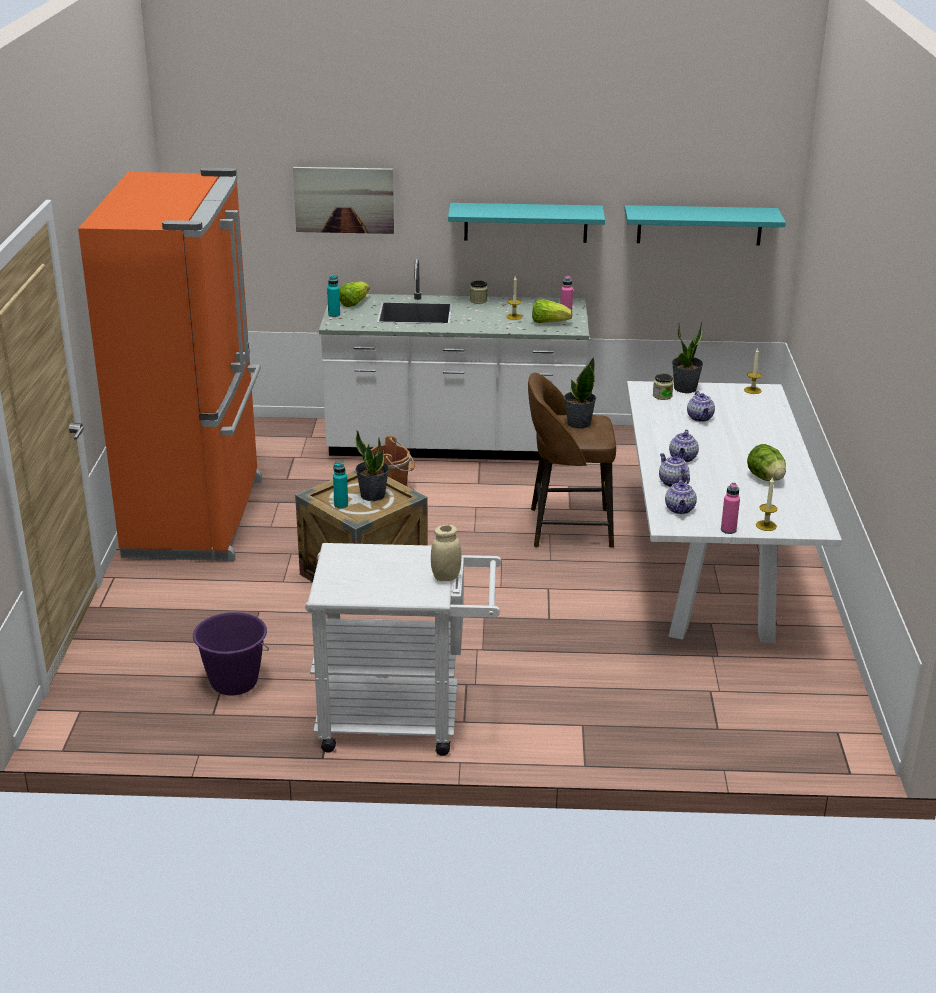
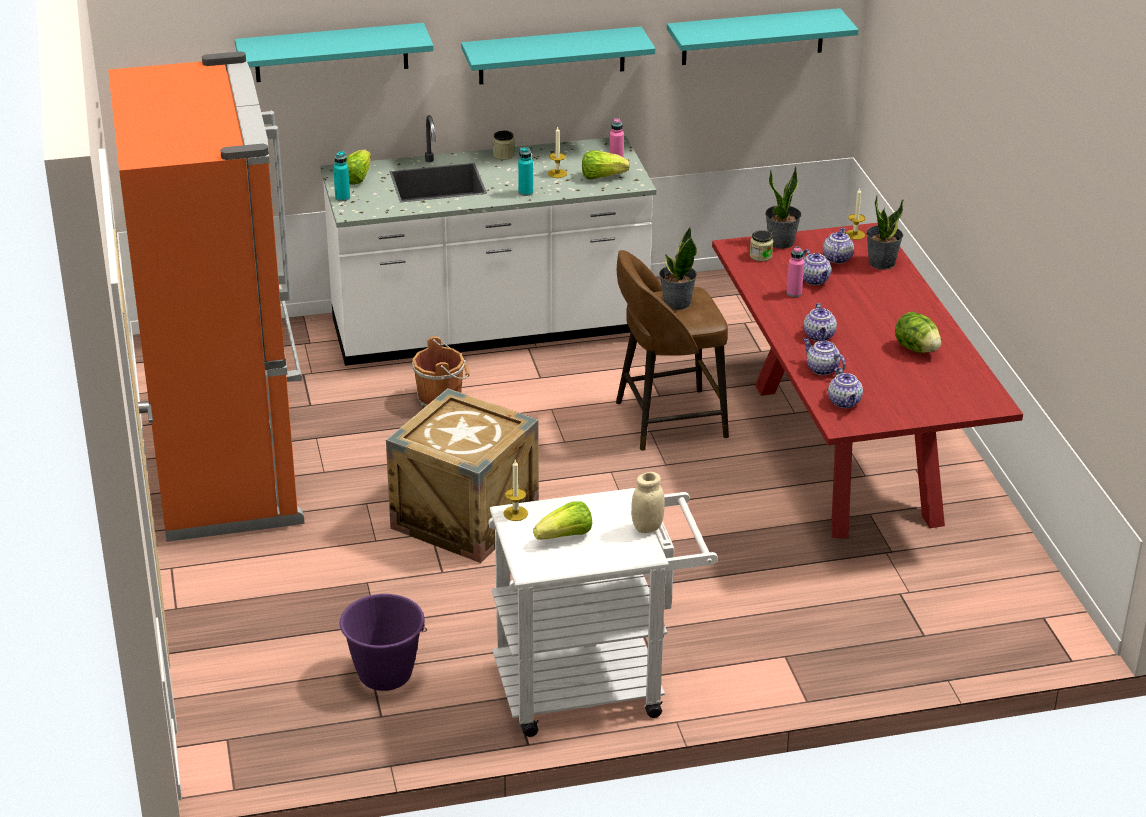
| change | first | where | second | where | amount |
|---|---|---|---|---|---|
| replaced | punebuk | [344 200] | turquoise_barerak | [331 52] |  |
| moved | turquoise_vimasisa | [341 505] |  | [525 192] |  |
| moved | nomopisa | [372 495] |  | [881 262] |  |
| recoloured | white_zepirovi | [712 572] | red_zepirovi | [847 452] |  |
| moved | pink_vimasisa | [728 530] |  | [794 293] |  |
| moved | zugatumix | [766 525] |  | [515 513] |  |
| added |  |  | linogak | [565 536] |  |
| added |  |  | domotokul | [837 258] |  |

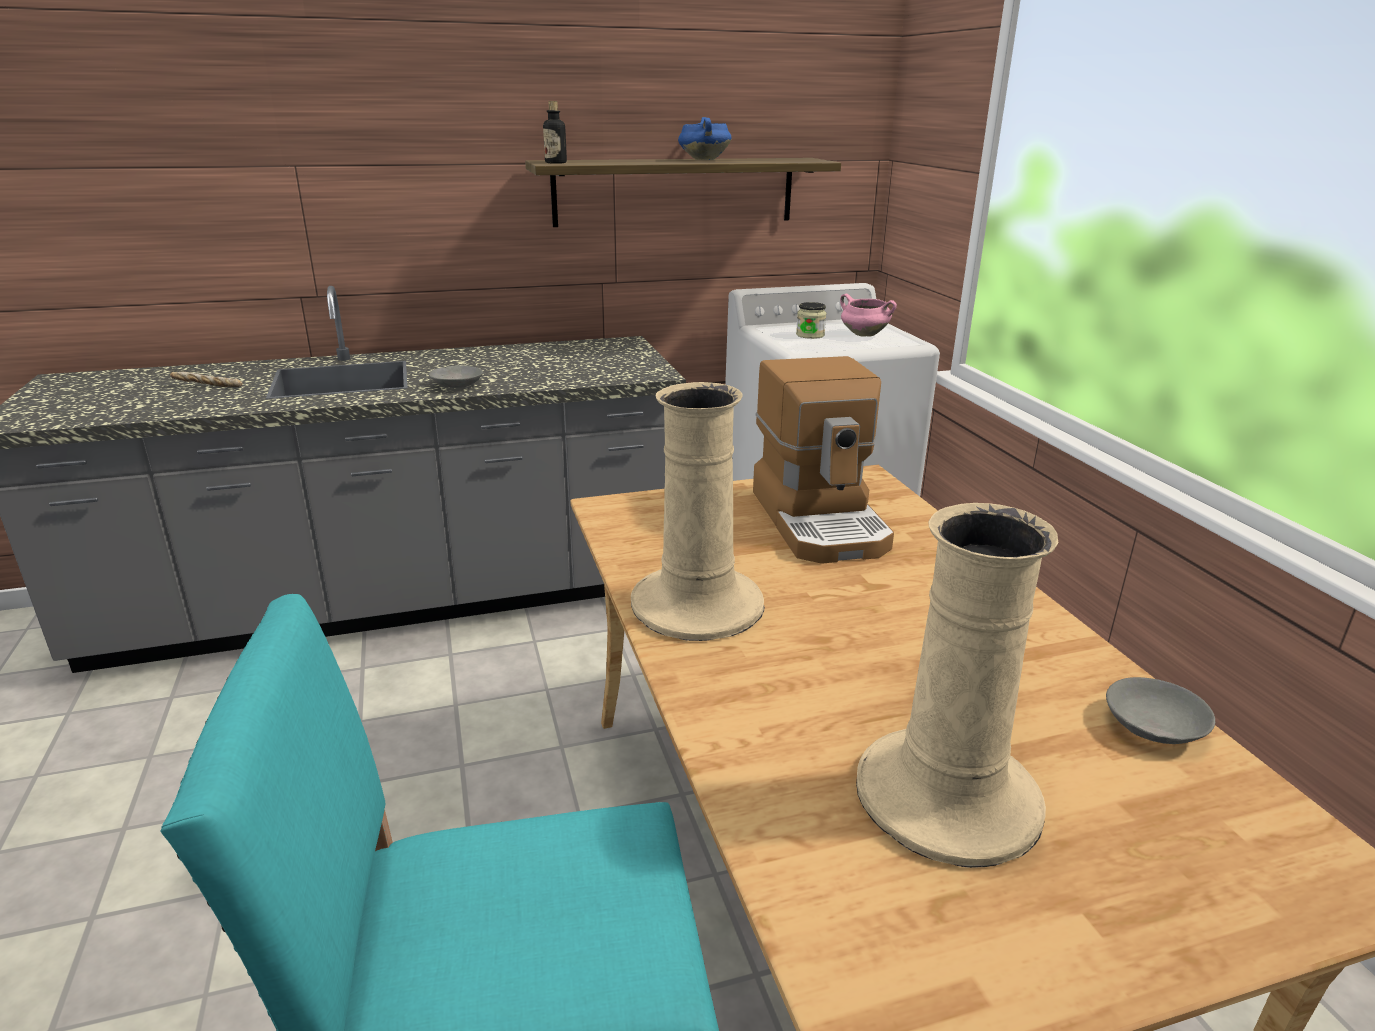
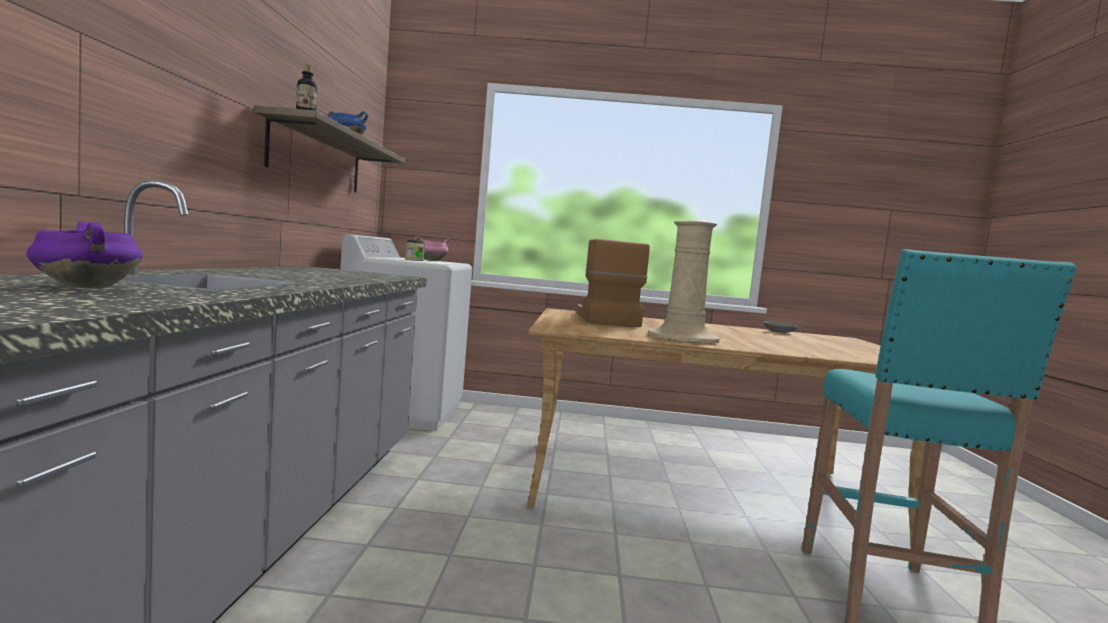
| change | first | where | second | where | amount |
|---|---|---|---|---|---|
| replaced | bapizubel | [208 387] | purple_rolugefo | [85 287] |  |
| removed | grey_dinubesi | [457 385] |  |  |  |
| turned | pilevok | [821 520] |  | [605 319] | 105 degrees counterclockwise |
| removed | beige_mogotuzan | [949 797] |  |  |  |

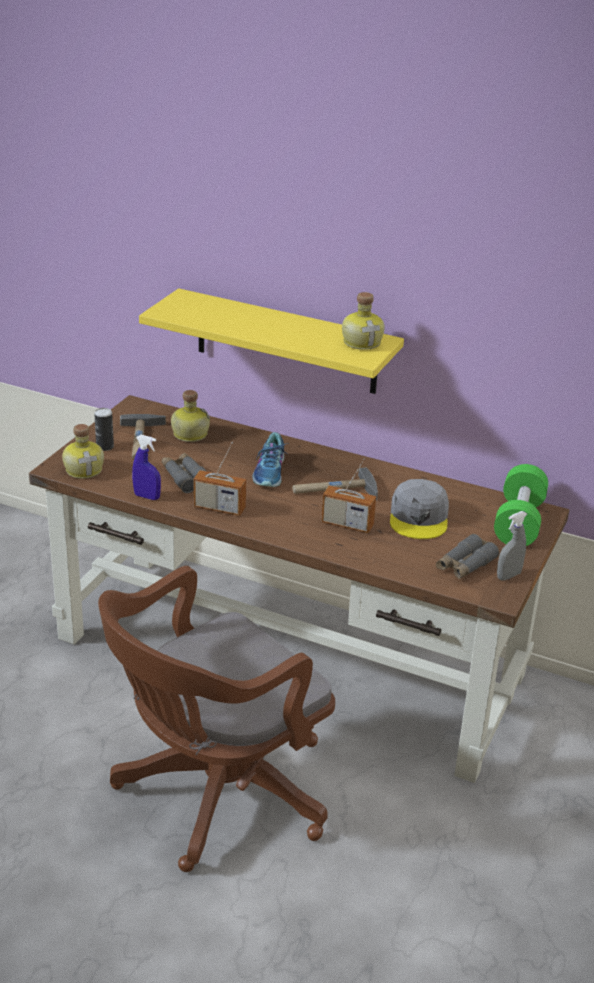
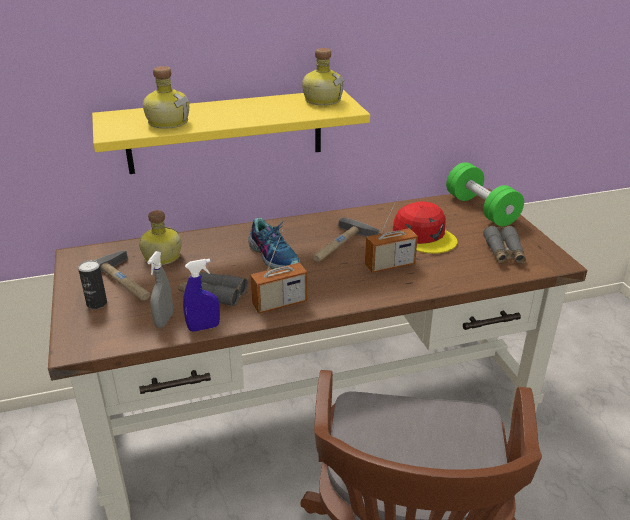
| change | first | where | second | where | amount |
|---|---|---|---|---|---|
| moved | vimasisa | [84 469] |  | [168 122] |  |
| recoloured | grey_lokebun | [419 518] | red_lokebun | [424 236] |  |
| moved | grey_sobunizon | [508 576] |  | [164 320] |  |

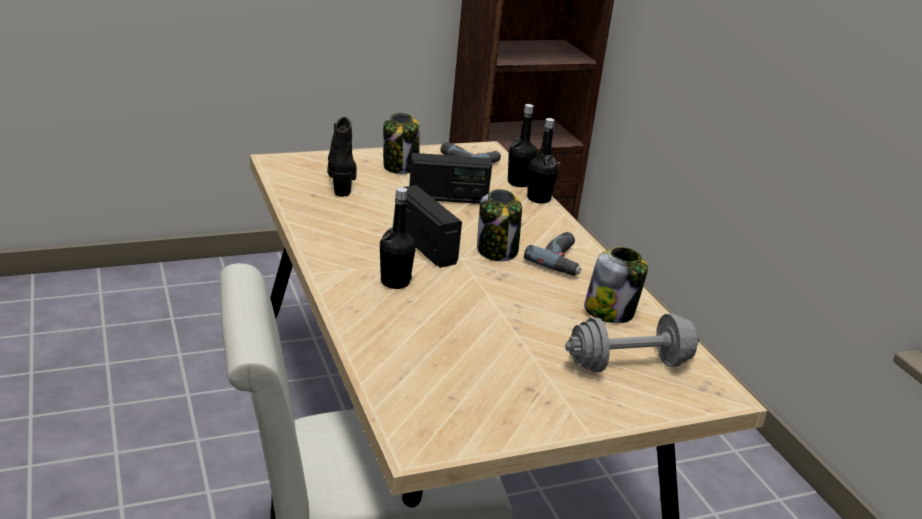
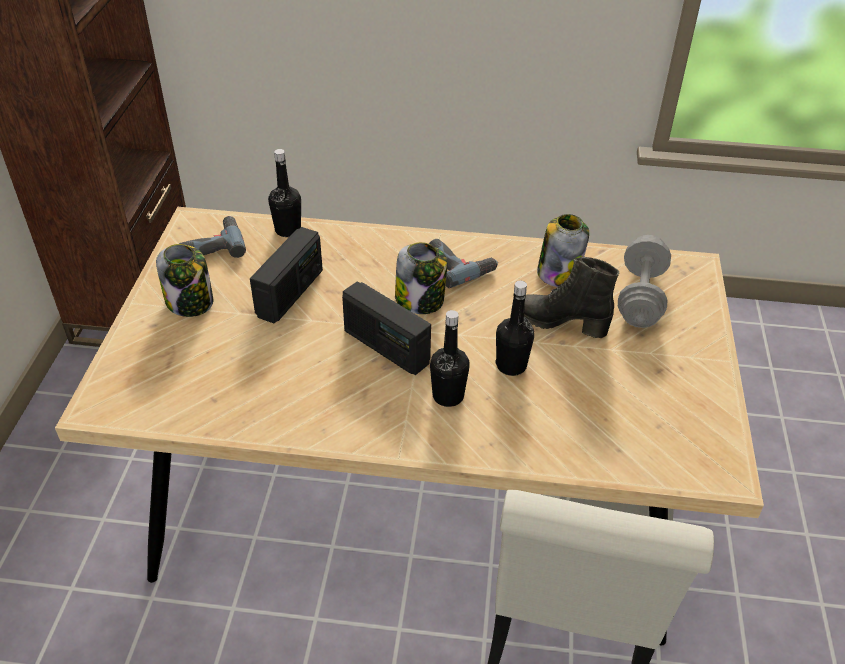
| change | first | where | second | where | amount |
|---|---|---|---|---|---|
| moved | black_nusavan | [341 180] |  | [560 322] |  |
| turned | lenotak | [426 246] |  | [386 347] | 135 degrees counterclockwise |
| moved | black_vimasisa | [538 199] |  | [511 365] |  |

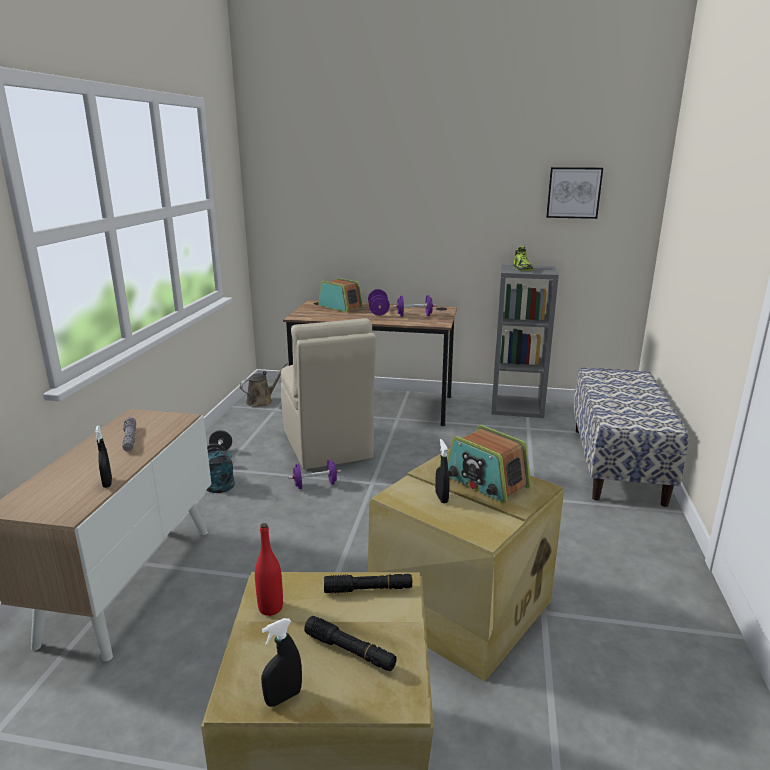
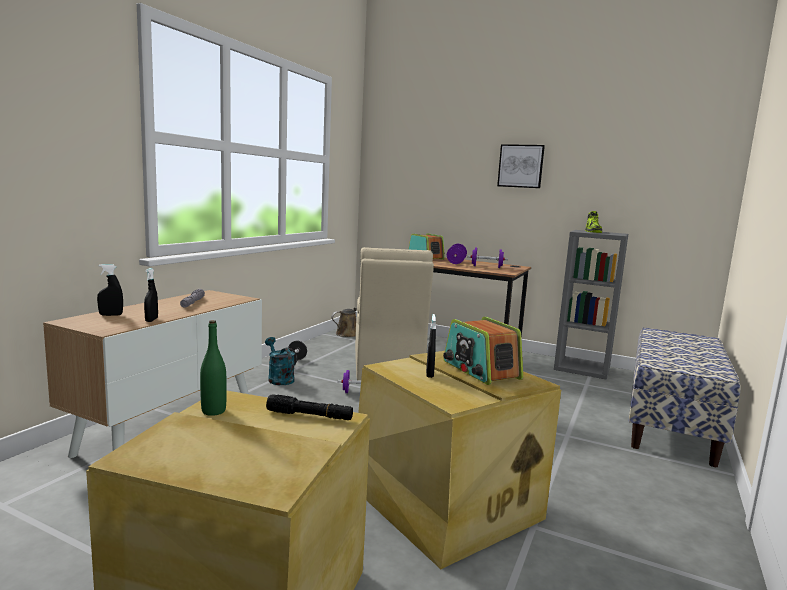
| change | first | where | second | where | amount |
|---|---|---|---|---|---|
| recoloured | red_vimasisa | [270 608] | green_vimasisa | [213 411] |  |
| moved | black_sobunizon | [283 697] |  | [111 315] |  |
| removed | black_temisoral | [350 651] |  |  |  |
| moved | punebuk | [573 192] |  | [520 166] |  |

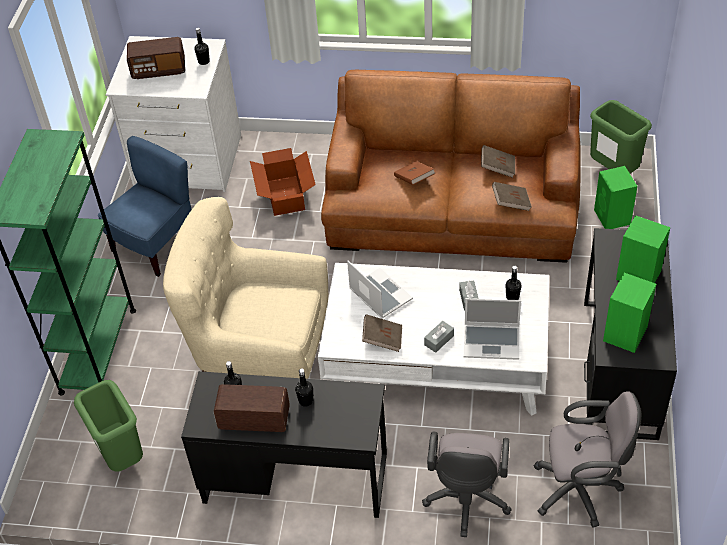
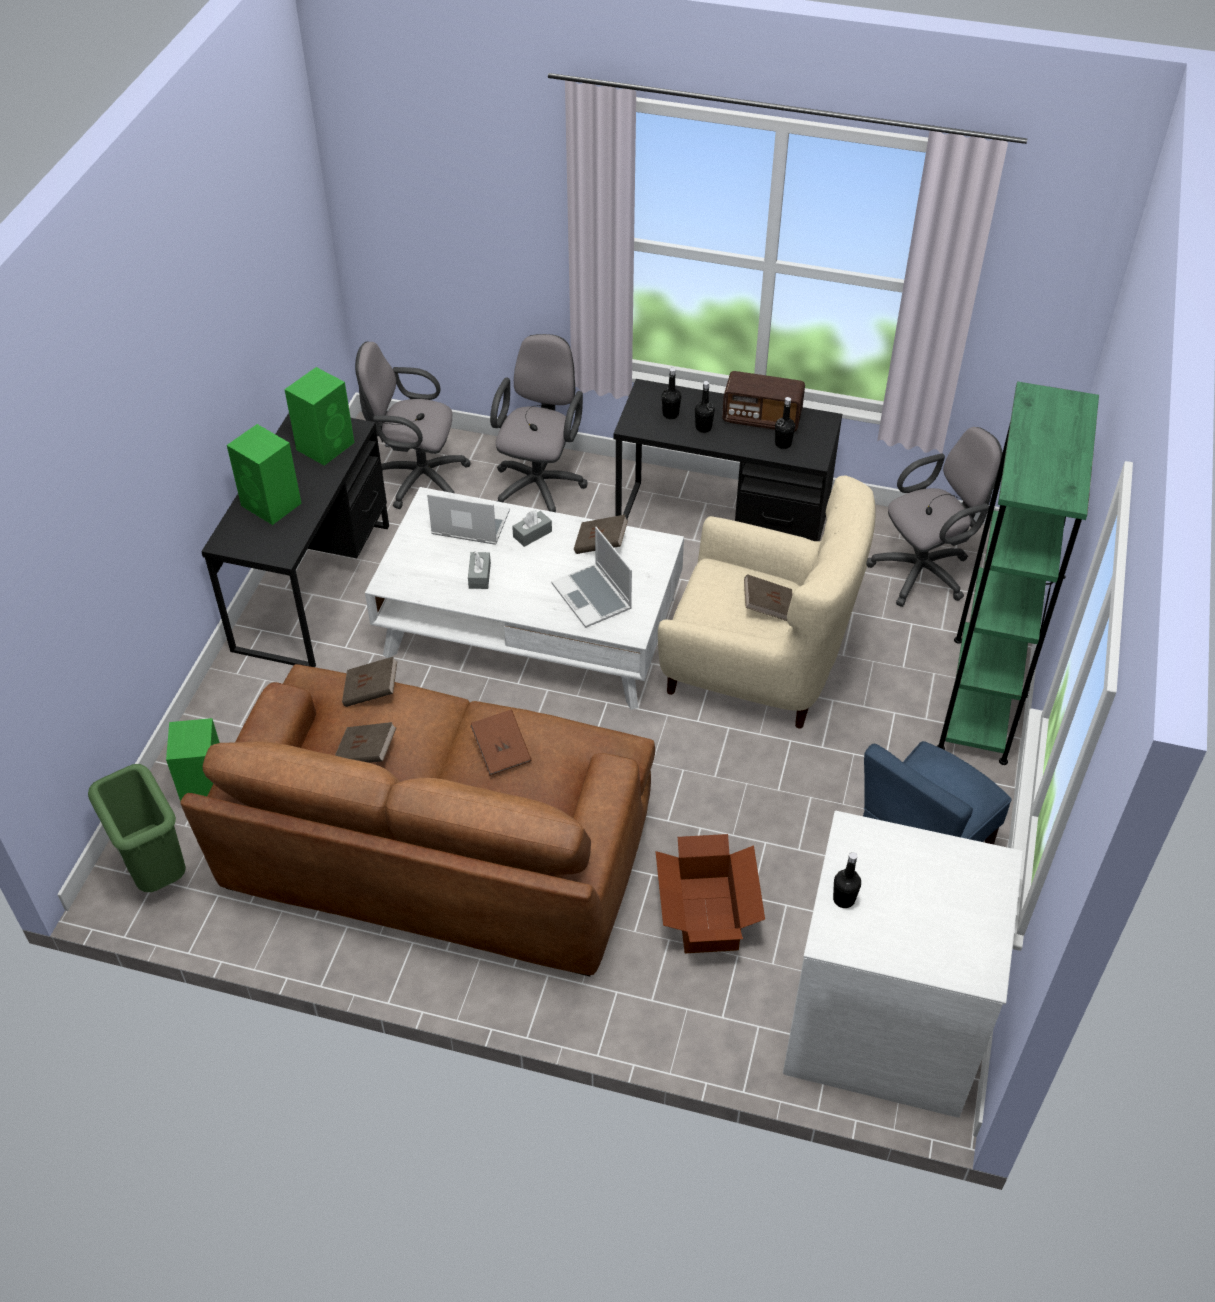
| change | first | where | second | where | amount |
|---|---|---|---|---|---|
| replaced | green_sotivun | [121 456] | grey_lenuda | [925 571] |  |
| removed | lenotak | [159 70] |  |  |  |
| moved | black_vimasisa | [512 297] |  | [670 414] |  |
| added |  |  | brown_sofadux | [768 607] |  |

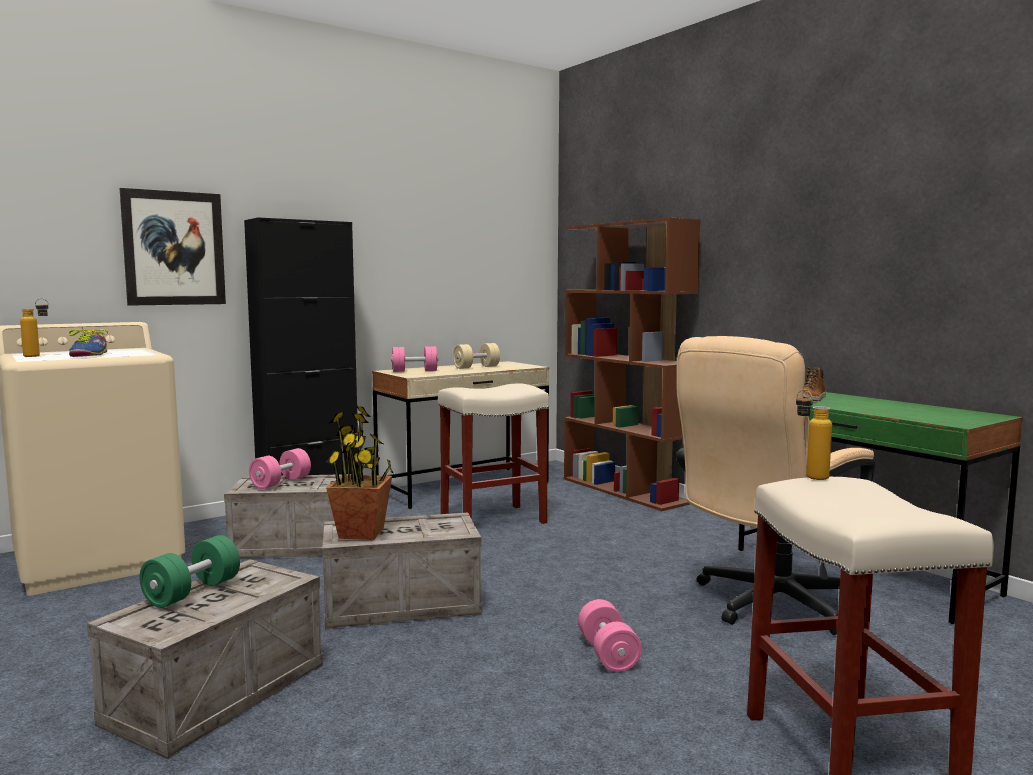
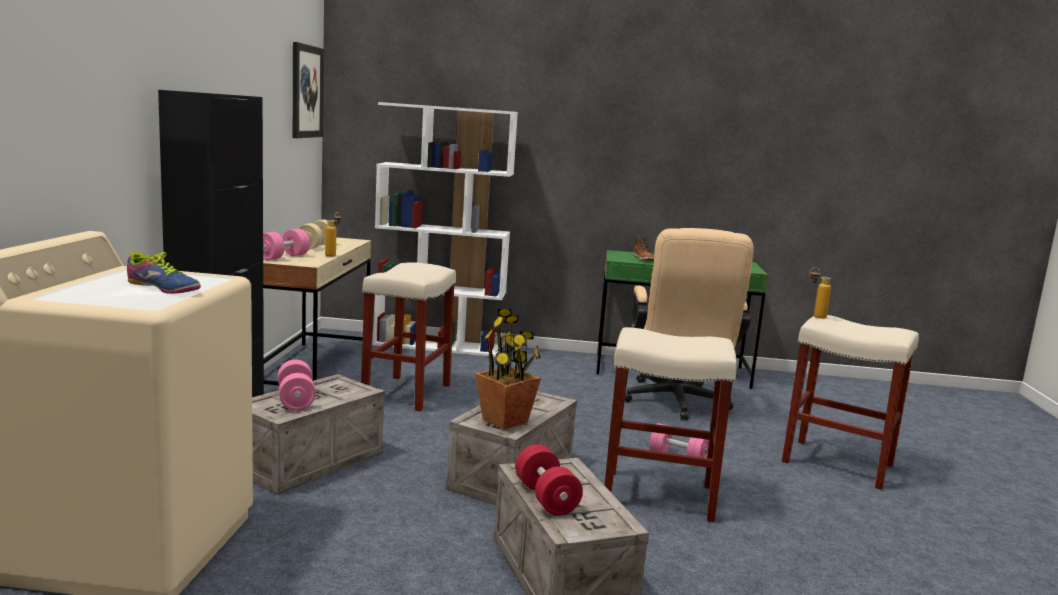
| change | first | where | second | where | amount |
|---|---|---|---|---|---|
| moved | vimasisa | [38 356] |  | [333 255] |  |
| moved | punebuk | [174 248] |  | [306 91] |  |
| recoloured | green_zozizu | [192 592] | red_zozizu | [546 498] |  |
| recoloured | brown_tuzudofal | [625 491] | white_tuzudofal | [439 346] |  |
| added |  |  | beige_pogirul | [657 495] |  |

